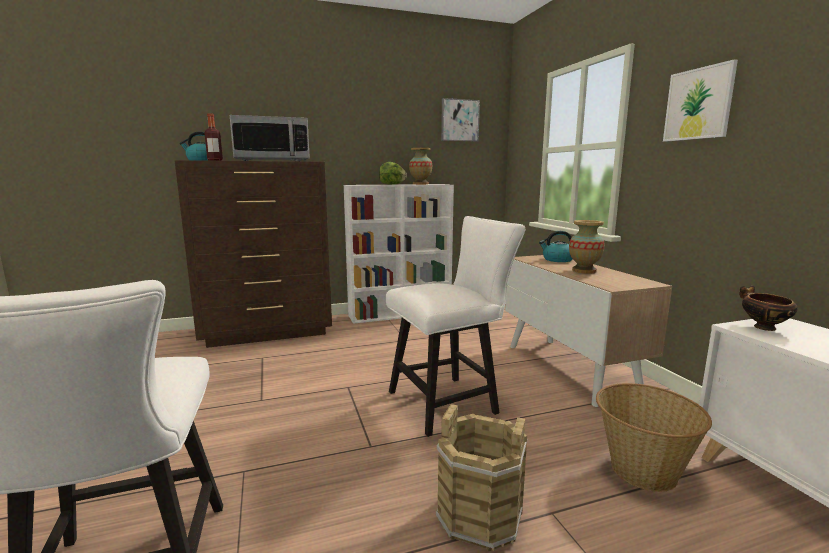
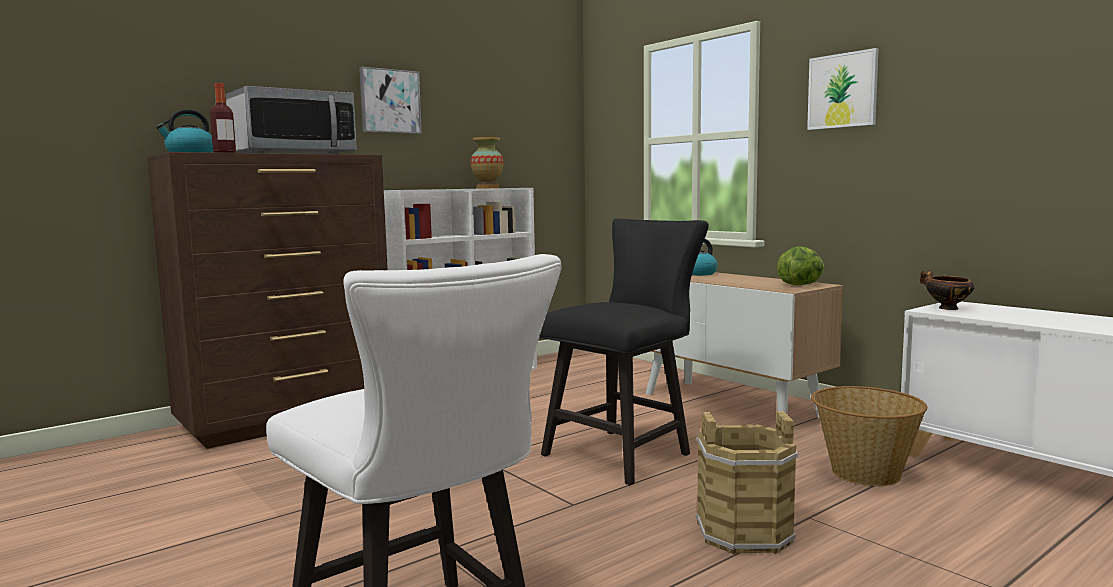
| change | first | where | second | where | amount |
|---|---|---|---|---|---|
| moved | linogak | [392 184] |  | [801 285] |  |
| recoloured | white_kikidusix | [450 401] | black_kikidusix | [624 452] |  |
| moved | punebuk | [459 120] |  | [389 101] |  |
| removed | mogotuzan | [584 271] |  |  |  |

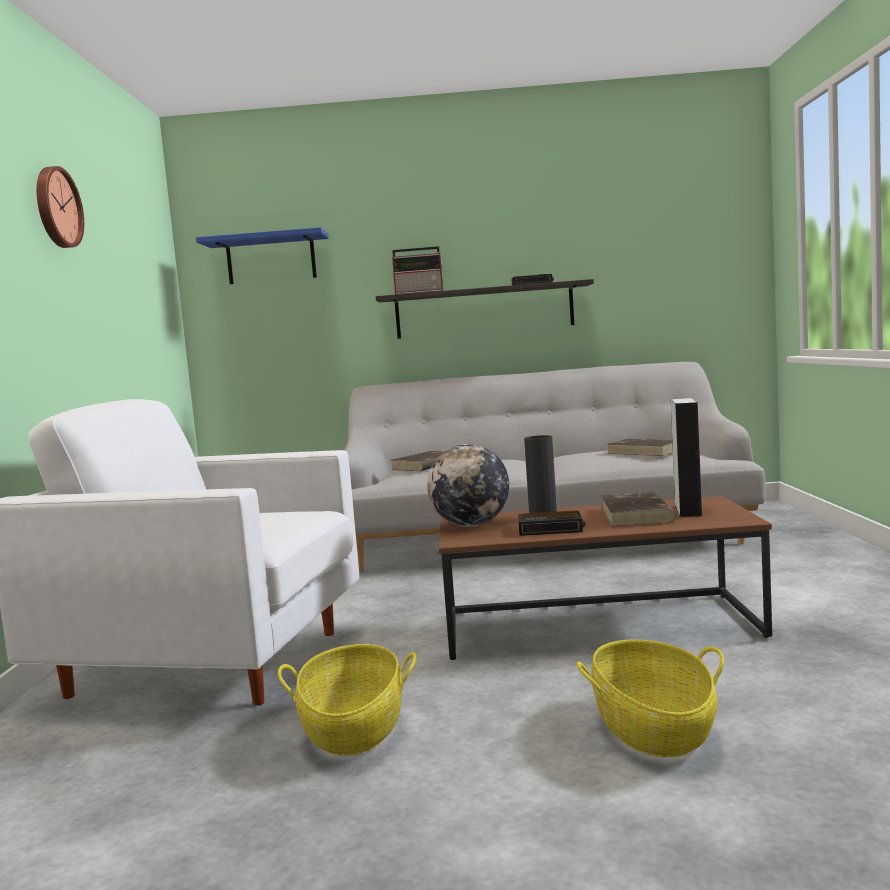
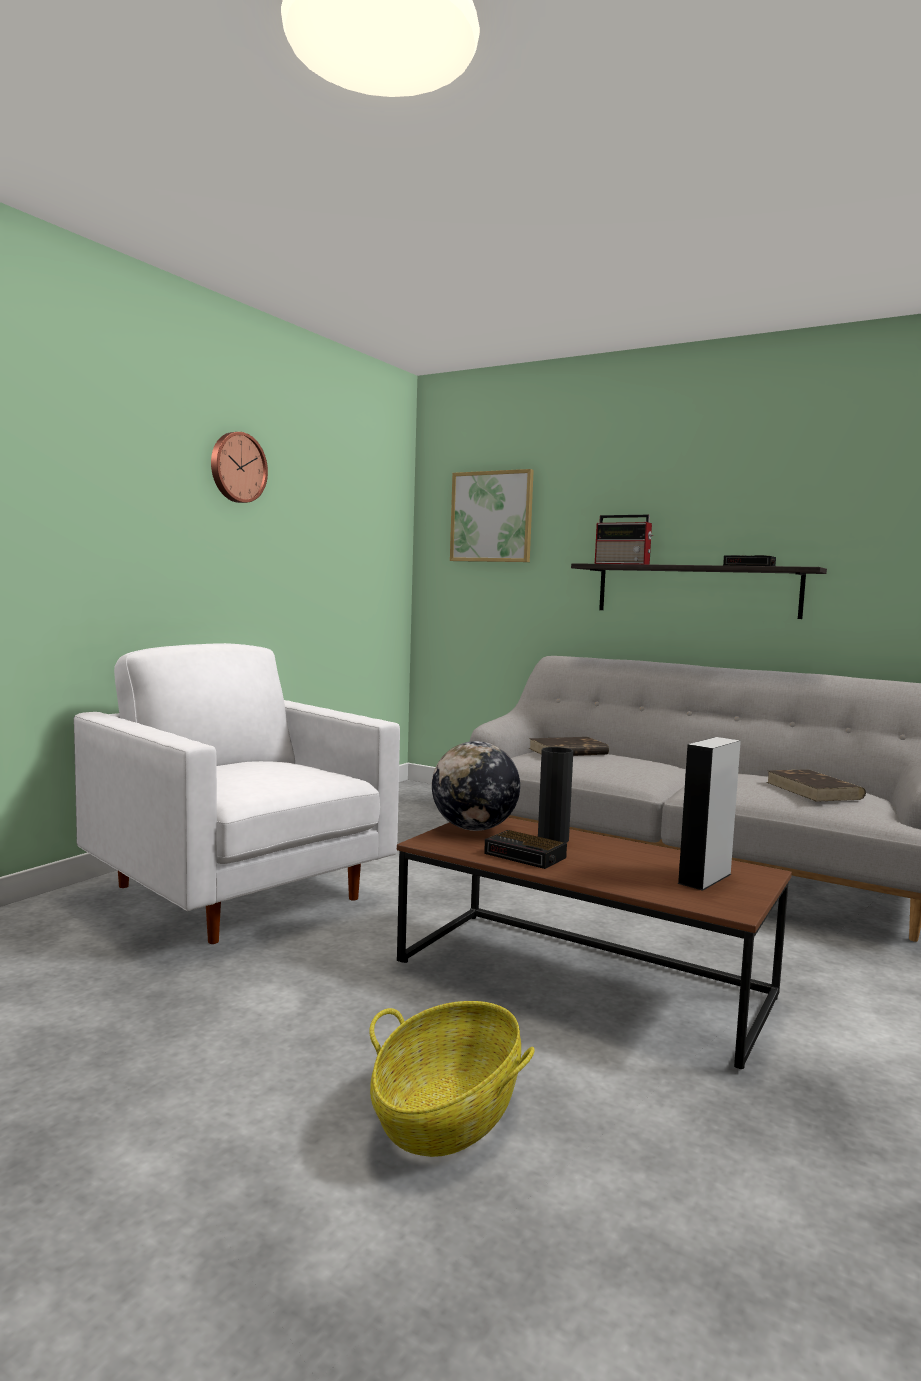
| change | first | where | second | where | amount |
|---|---|---|---|---|---|
| replaced | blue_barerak | [271 259] | punebuk | [492 517] |  |
| removed | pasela | [353 729] |  |  |  |
| removed | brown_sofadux | [636 515] |  |  |  |

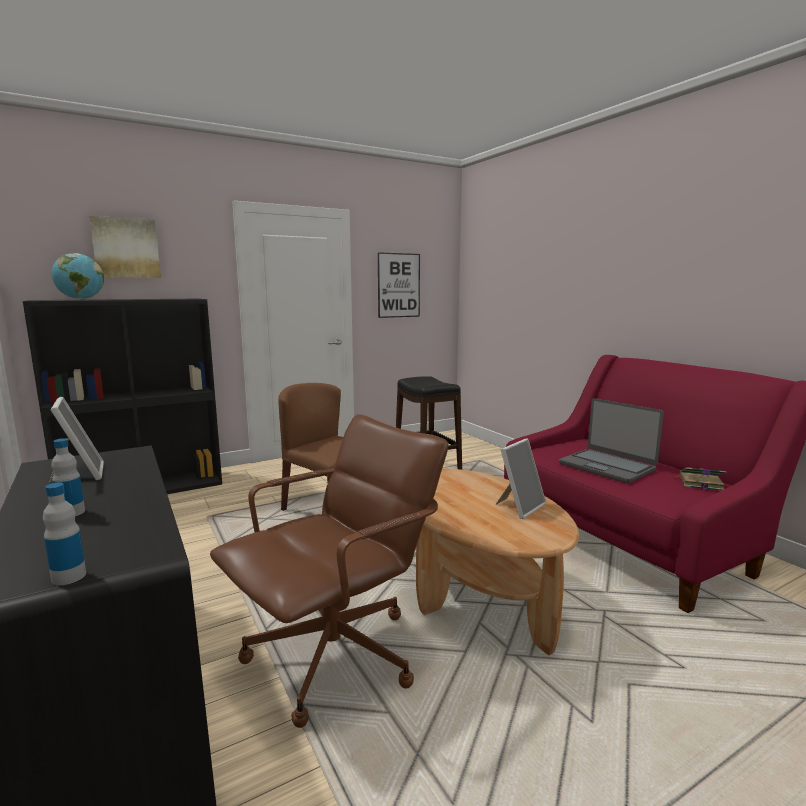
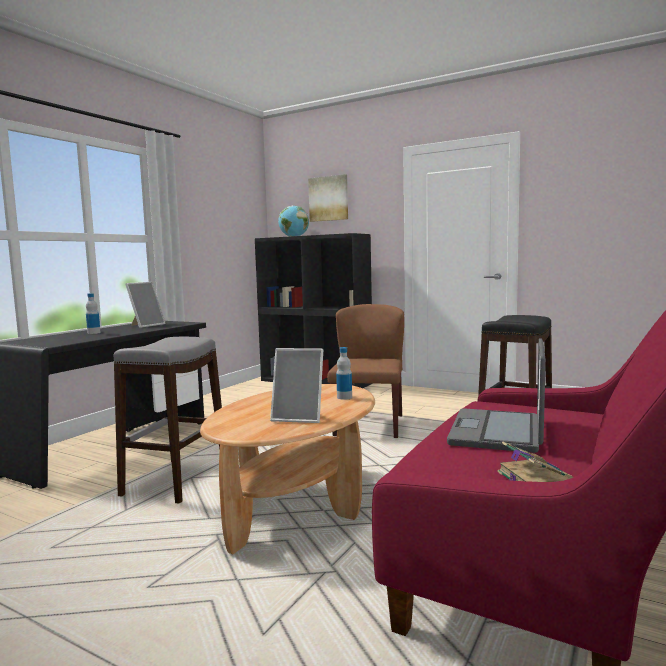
| change | first | where | second | where | amount |
|---|---|---|---|---|---|
| moved | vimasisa | [69 577] |  | [344 397] |  |
| replaced | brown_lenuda | [336 655] | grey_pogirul | [176 481] |  |
| removed | punebuk | [399 285] |  |  |  |

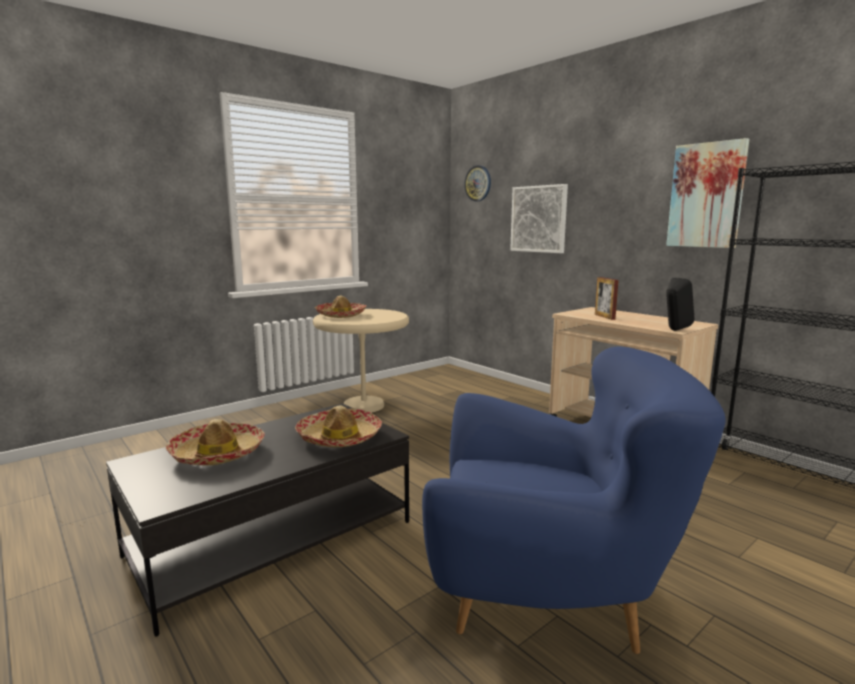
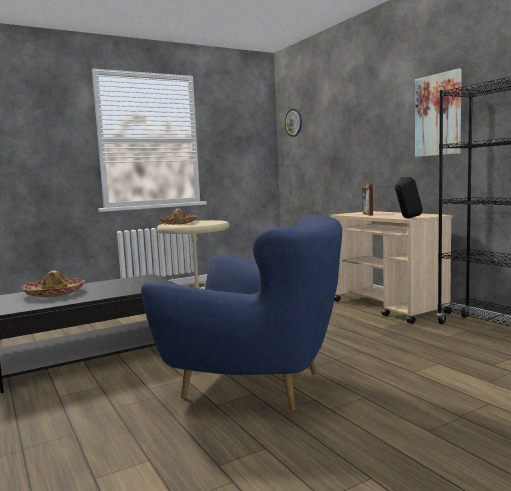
| change | first | where | second | where | amount |
|---|---|---|---|---|---|
| removed | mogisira | [339 437] |  |  |  |
| removed | punebuk | [539 219] |  |  |  |

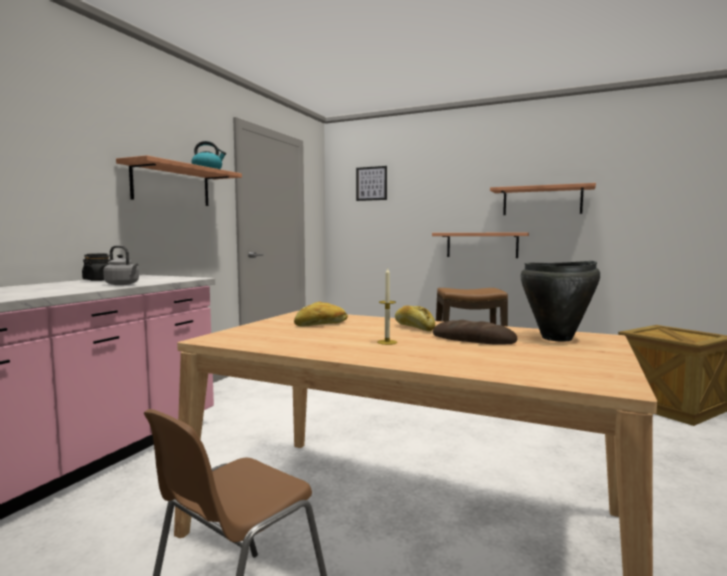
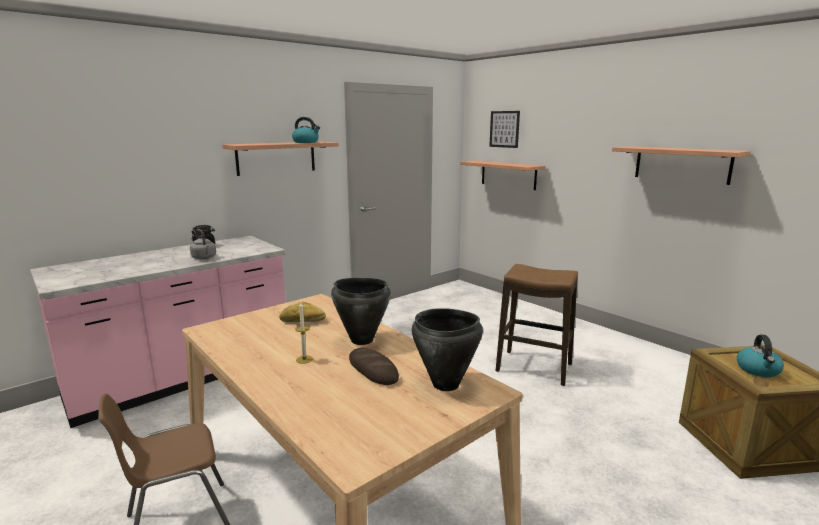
| change | first | where | second | where | amount |
|---|---|---|---|---|---|
| replaced | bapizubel | [414 327] | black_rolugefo | [361 340] |  |
| moved | barerak | [482 245] |  | [508 174] |  |
| added |  |  | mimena | [758 370] |  |

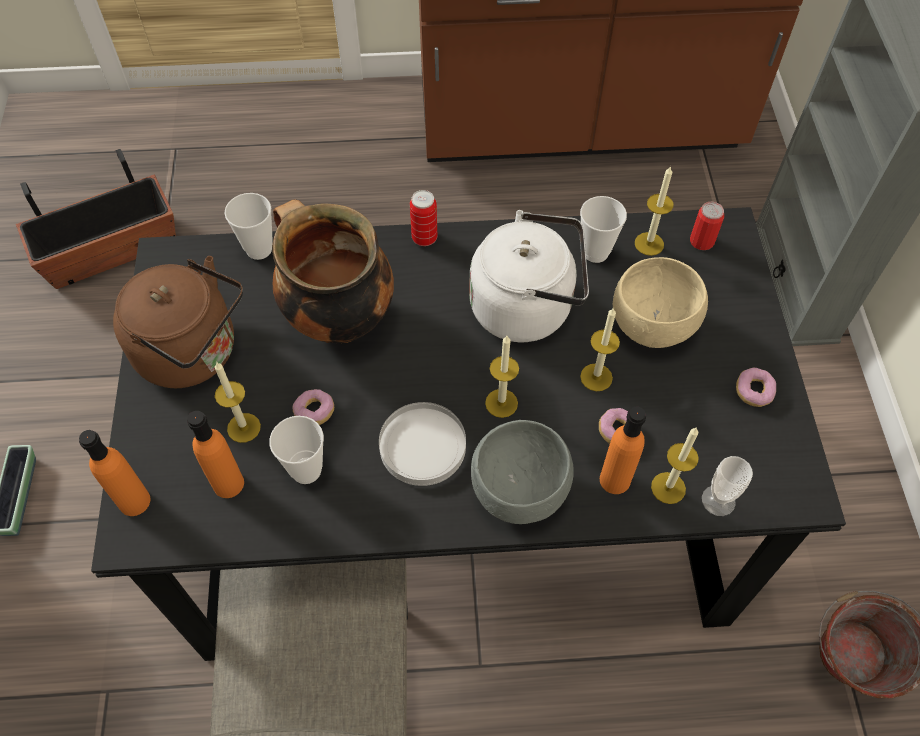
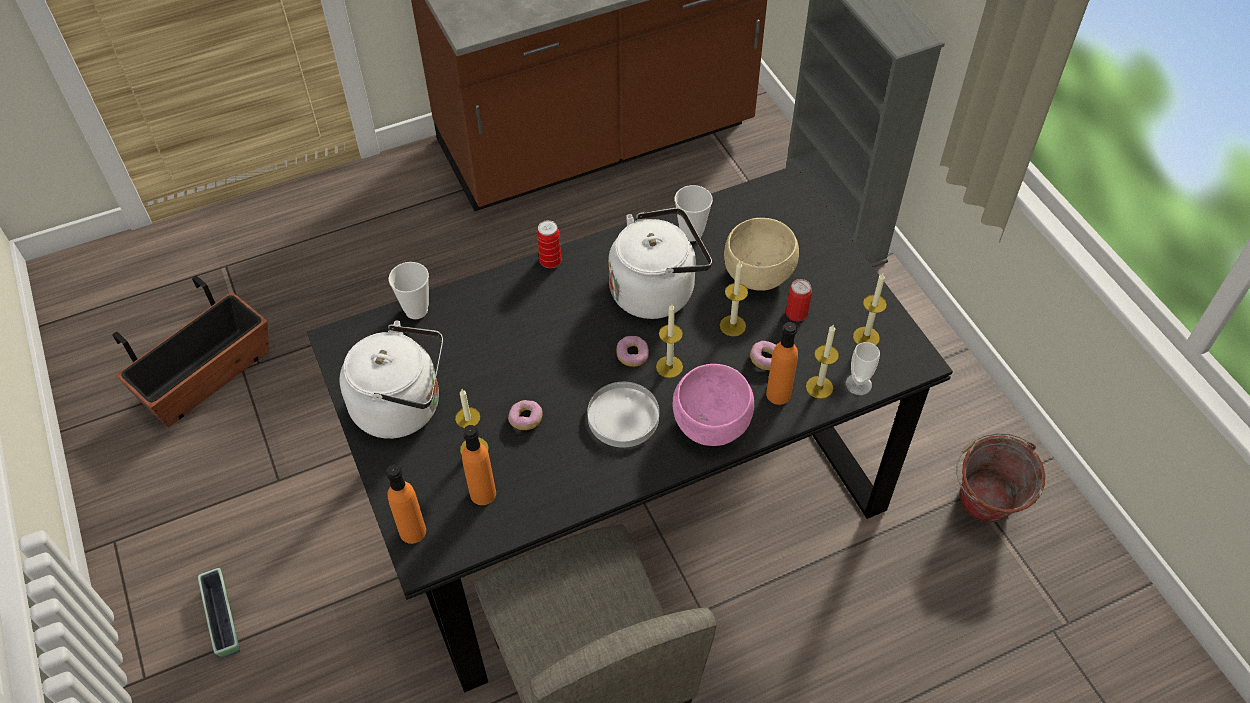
| change | first | where | second | where | amount |
|---|---|---|---|---|---|
| recoloured | brown_mimena | [194 353] | white_mimena | [403 406] |  |
| removed | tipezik | [306 470] |  |  |  |
| removed | rolugefo | [337 318] |  |  |  |
| recoloured | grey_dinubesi | [518 490] | pink_dinubesi | [710 424] |  |
| moved | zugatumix | [649 244] |  | [866 337] |  |
| moved | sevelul | [701 241] |  | [796 313] |  |
| moved | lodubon | [753 392] |  | [632 356] |  |

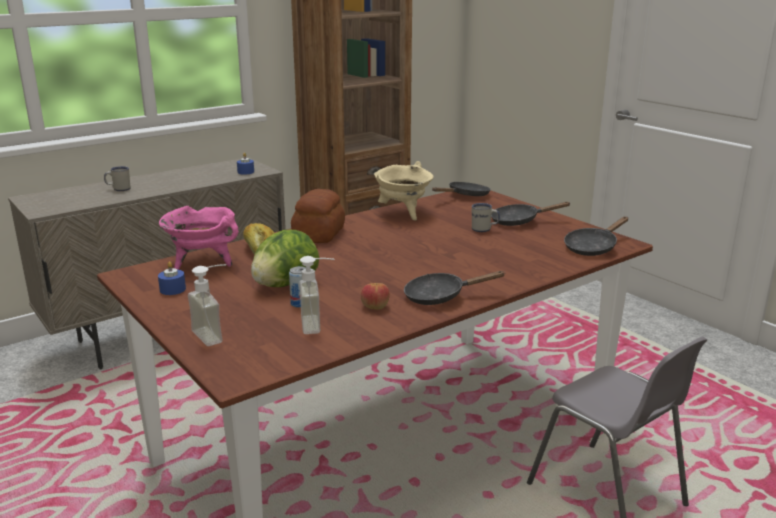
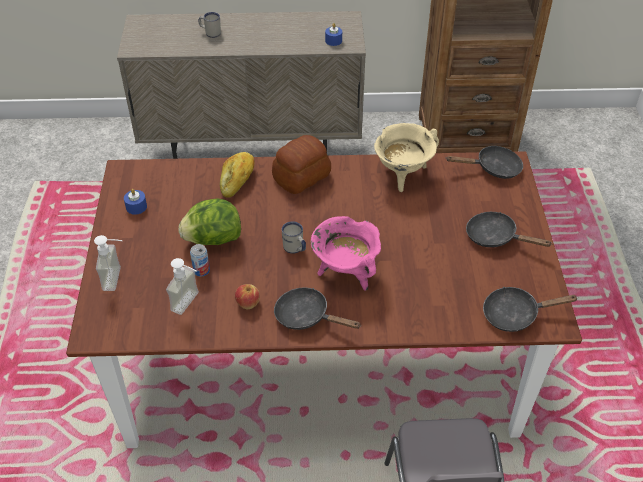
| change | first | where | second | where | amount |
|---|---|---|---|---|---|
| moved | pink_rolugefo | [202 263] |  | [346 273] |  |
| moved | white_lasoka | [484 230] |  | [295 249] |  |

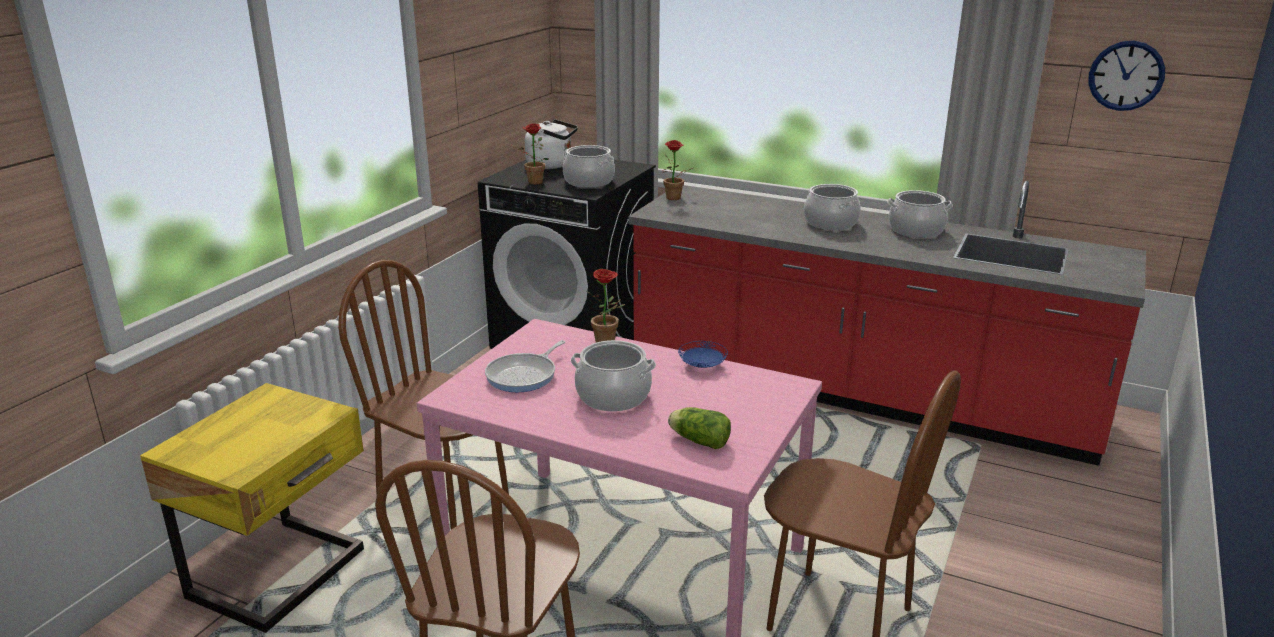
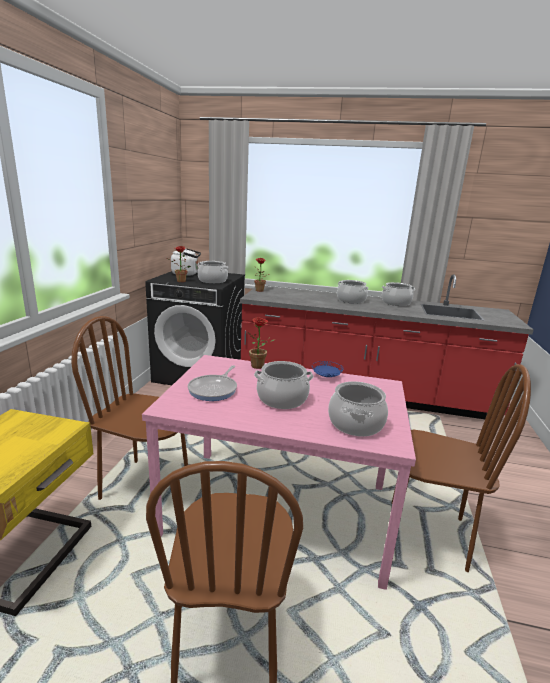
| change | first | where | second | where | amount |
|---|---|---|---|---|---|
| replaced | linogak | [698 440] | rolugefo | [356 424] |  |
| removed | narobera | [1126 75] |  |  |  |

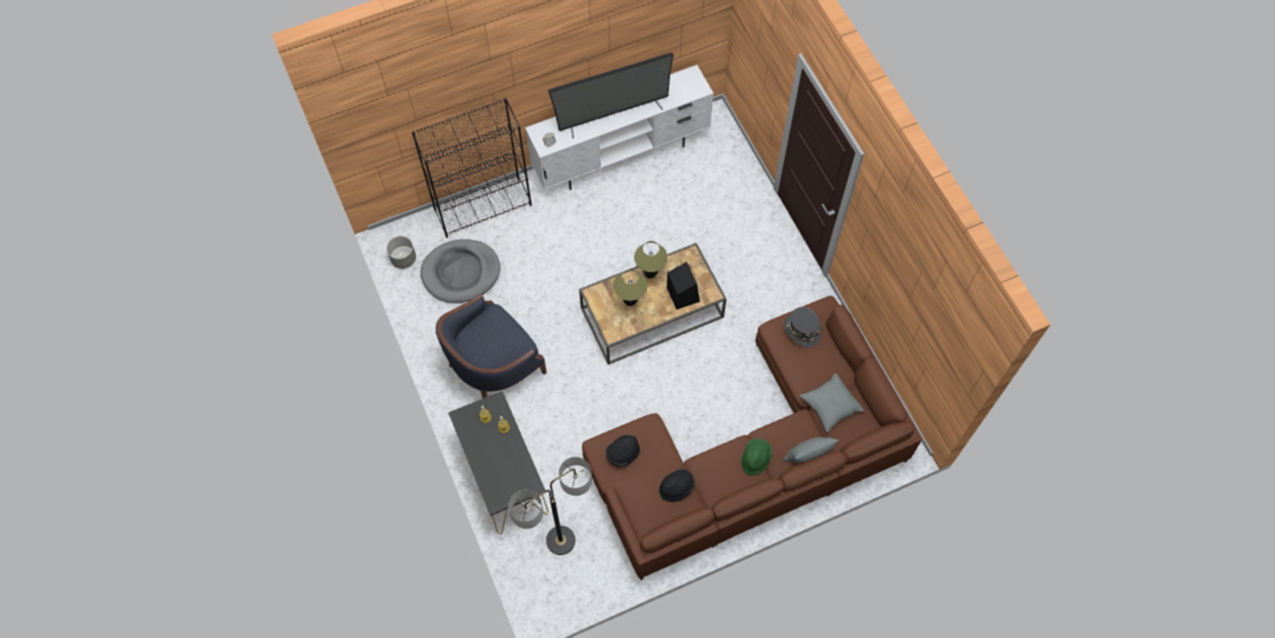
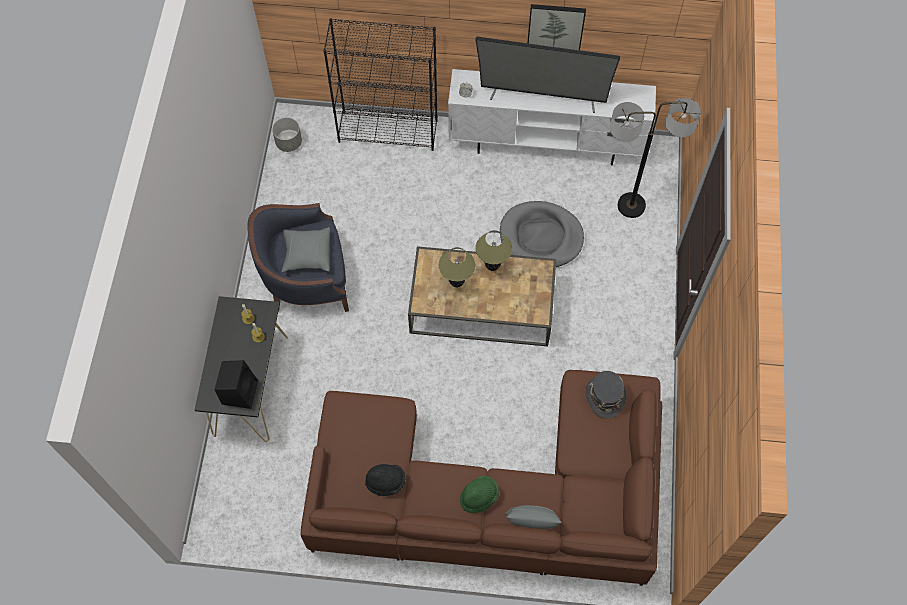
| change | first | where | second | where | amount |
|---|---|---|---|---|---|
| moved | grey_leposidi | [461 273] |  | [541 237] |  |
| moved | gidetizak | [560 540] |  | [631 205] |  |
| removed | black_mogisira | [623 454] |  |  |  |
| moved | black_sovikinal | [682 294] |  | [240 391] |  |
| moved | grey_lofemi | [830 405] |  | [307 254] |  |
| added |  |  | punebuk | [555 28] |  |

